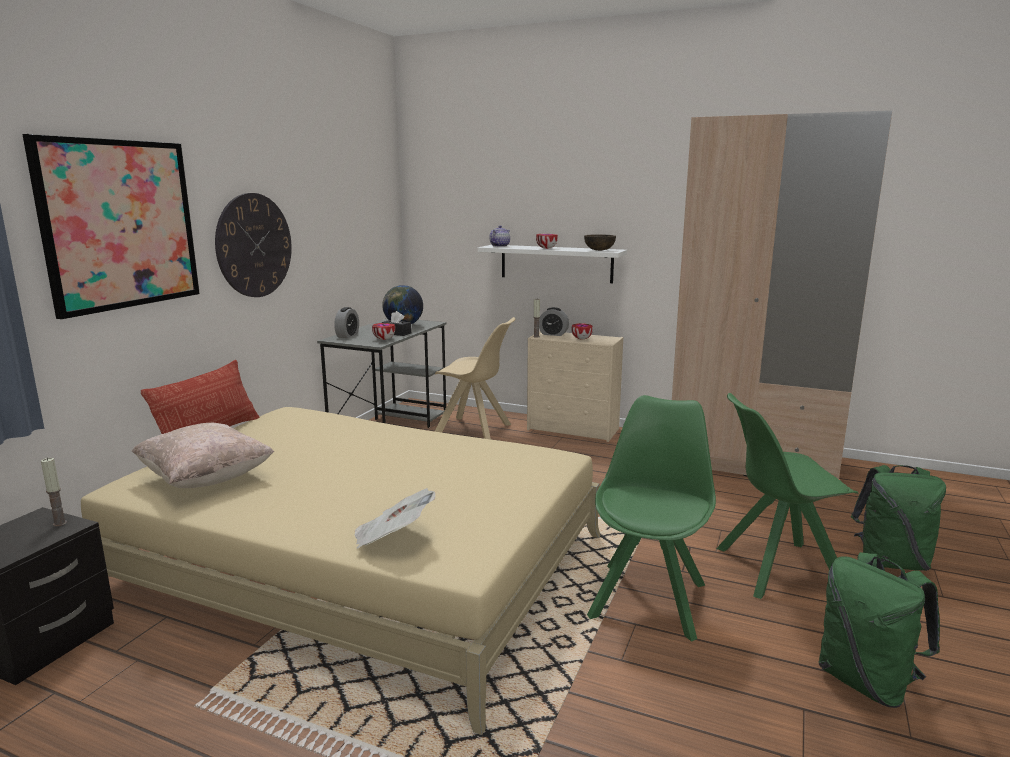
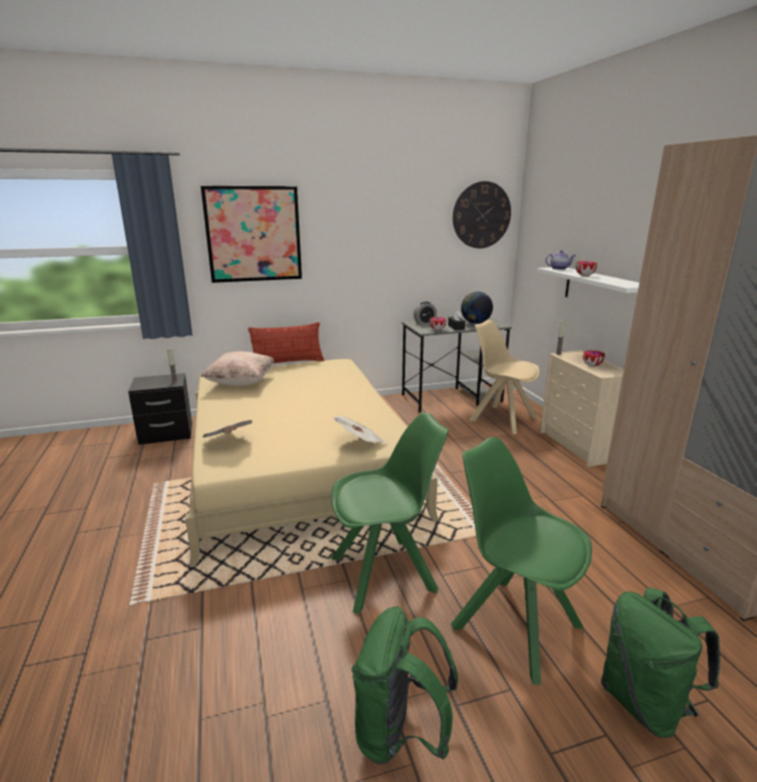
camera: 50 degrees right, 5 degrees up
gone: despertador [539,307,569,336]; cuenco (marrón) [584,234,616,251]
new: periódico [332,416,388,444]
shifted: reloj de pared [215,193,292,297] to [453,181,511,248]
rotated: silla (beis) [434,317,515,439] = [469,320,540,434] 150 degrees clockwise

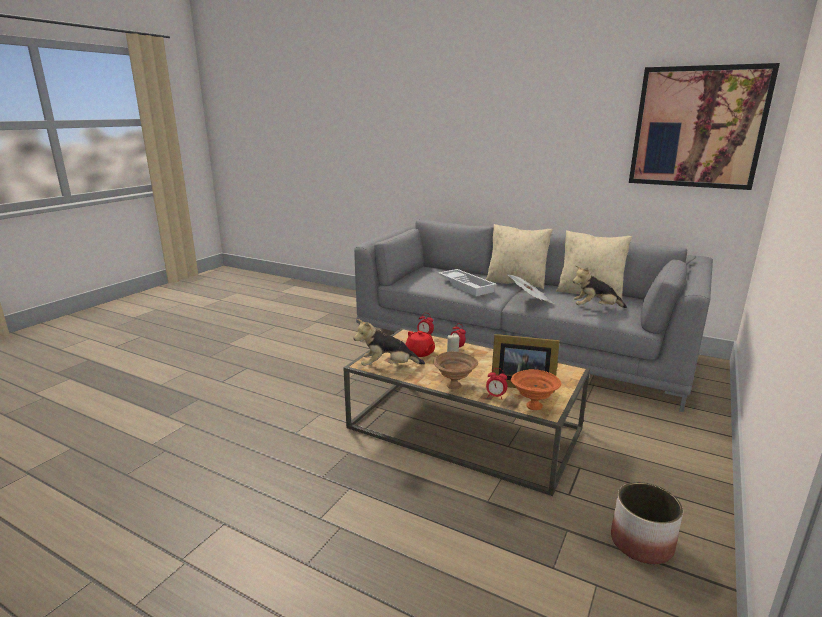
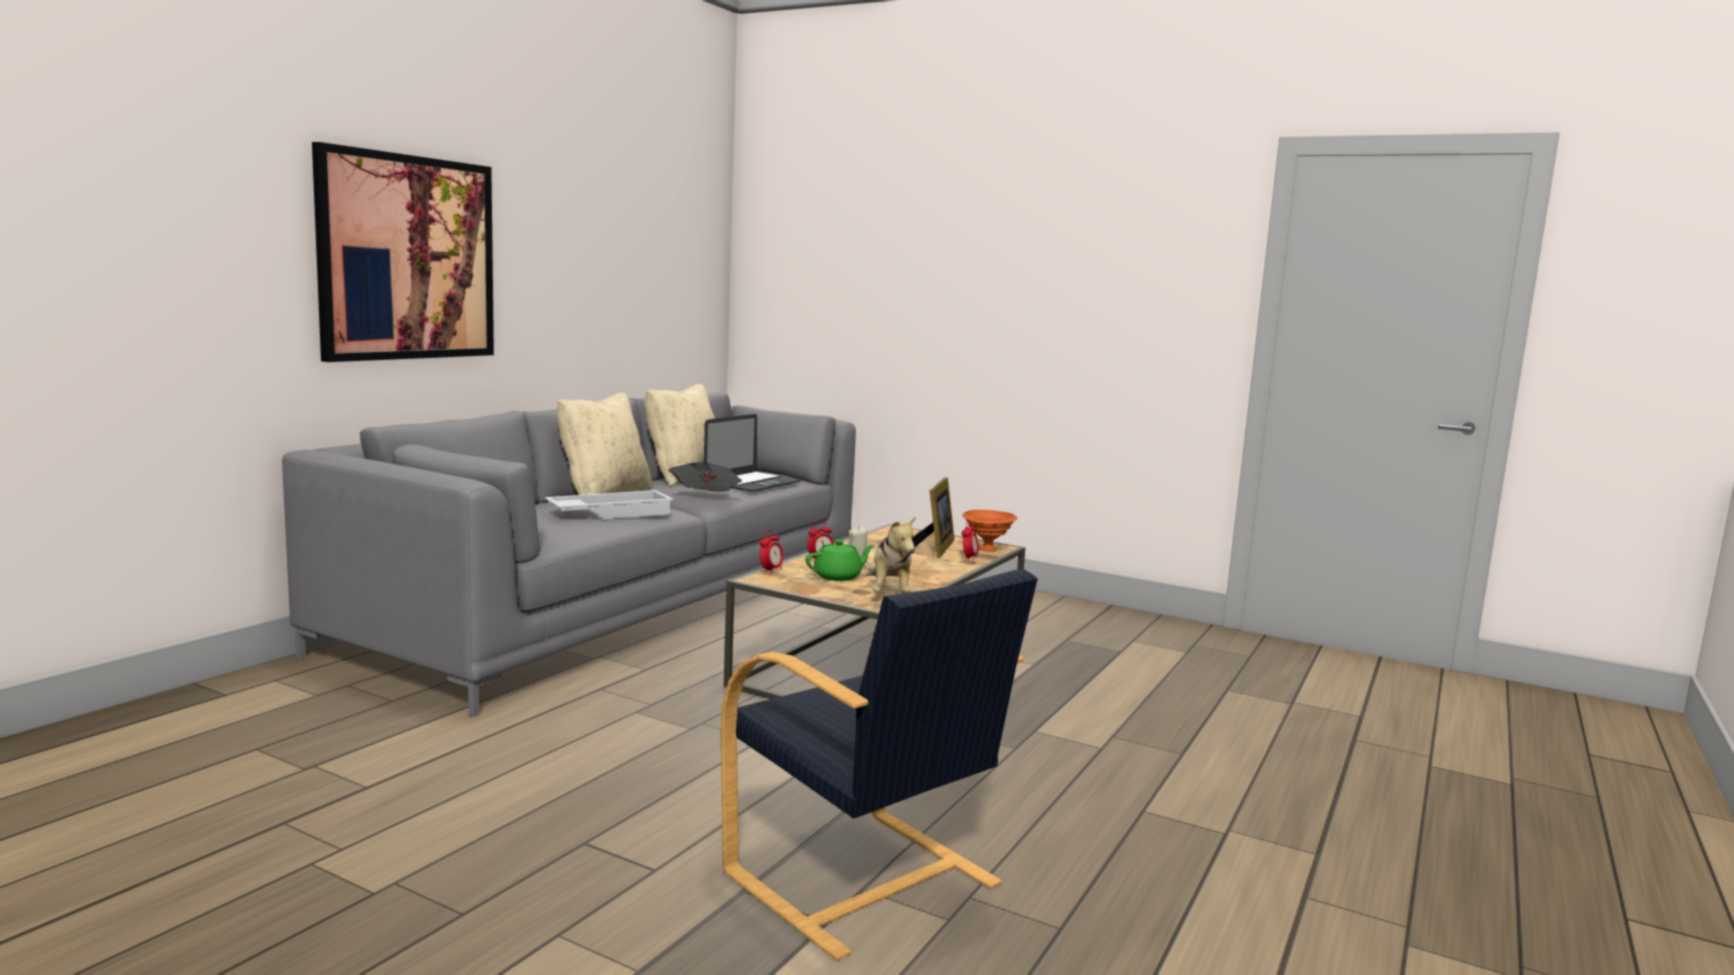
camera: 90 degrees left, 10 degrees down
gone: cuenco (marrón) [433,352,478,389]; maceta [611,482,683,564]
new: sillón (negro) [721,569,1038,961]
shifted: cuadro [629,63,780,190] to [312,142,494,362]
swapped: peluche [573,266,627,308] to portátil [704,414,801,492]
repainted: tetera (rojo) [405,331,435,357] to tetera (verde) [805,540,875,581]

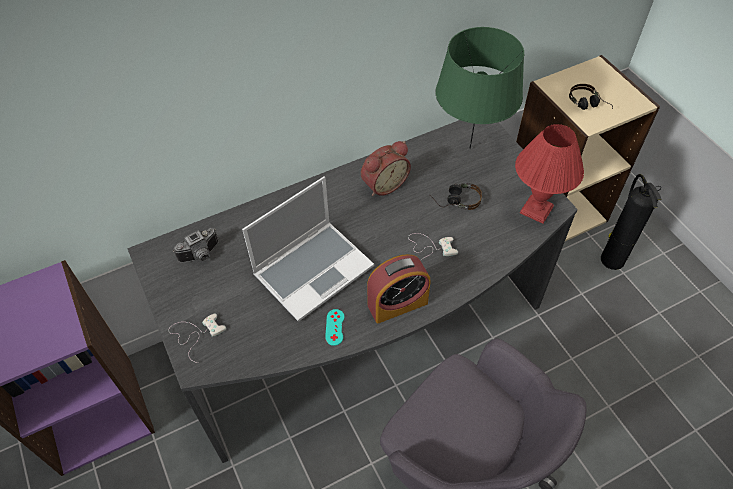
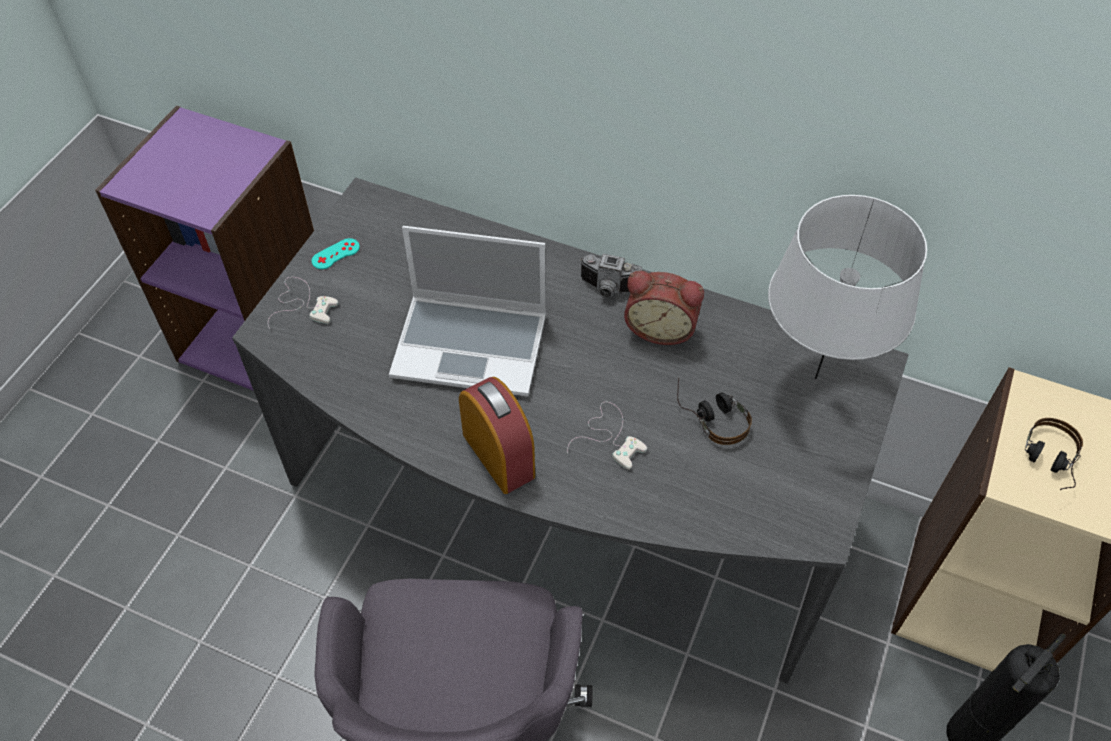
camera: 50 degrees right, 0 degrees up
gone: lámpara de mesa (rojo) [515,124,584,224]
shifted: cámara [173,228,218,263] to [581,254,644,297]; mando de consola (turquesa) [325,309,344,346] to [312,238,360,269]
repainted: lámpara de mesa (verde) [435,27,524,149] to lámpara de mesa (gris) [768,195,927,379]
rotated: despertador [367,254,431,323] = [459,377,535,494] 150 degrees counterclockwise

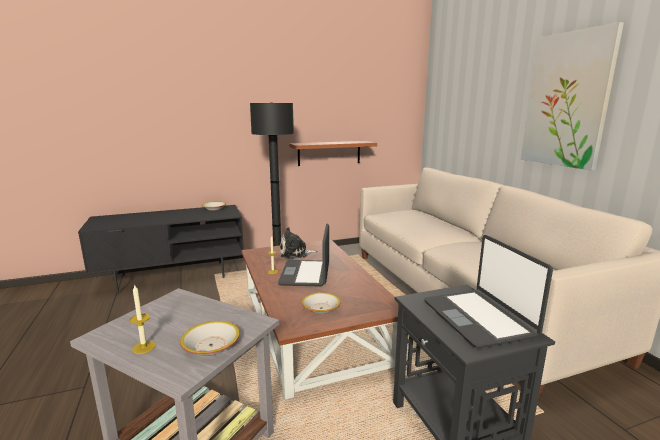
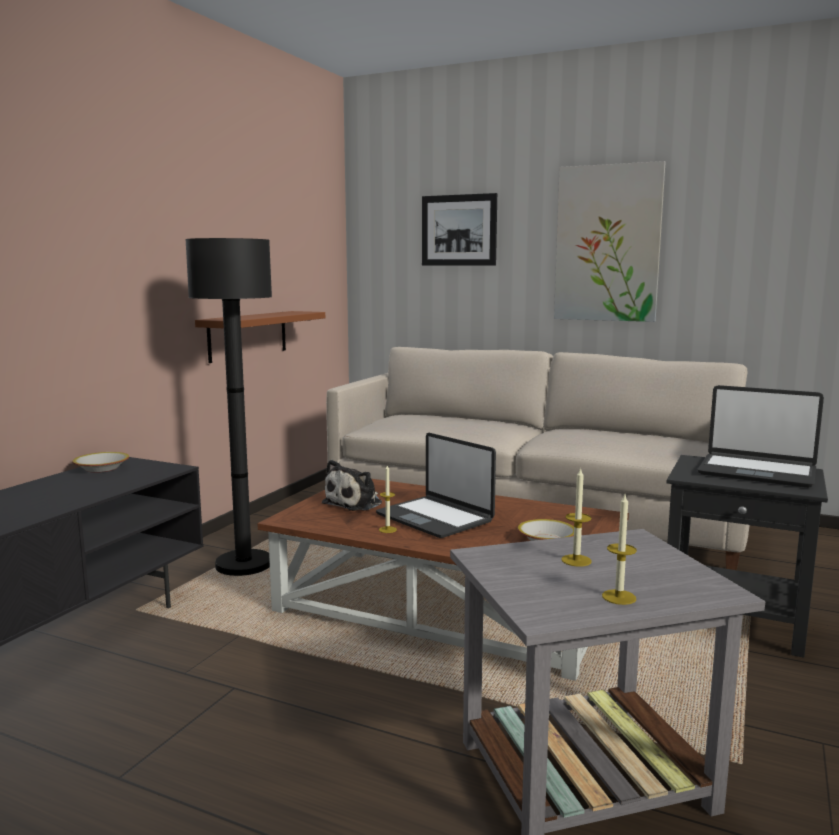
camera: 45 degrees left, 5 degrees down
gone: cuenco [180,321,240,356]
new: cuadro [422,193,497,266]; vela [561,467,592,567]

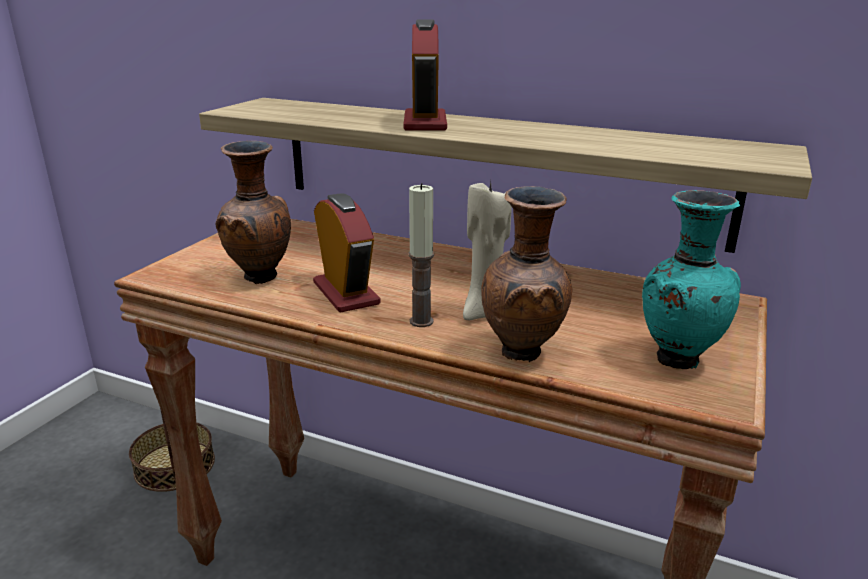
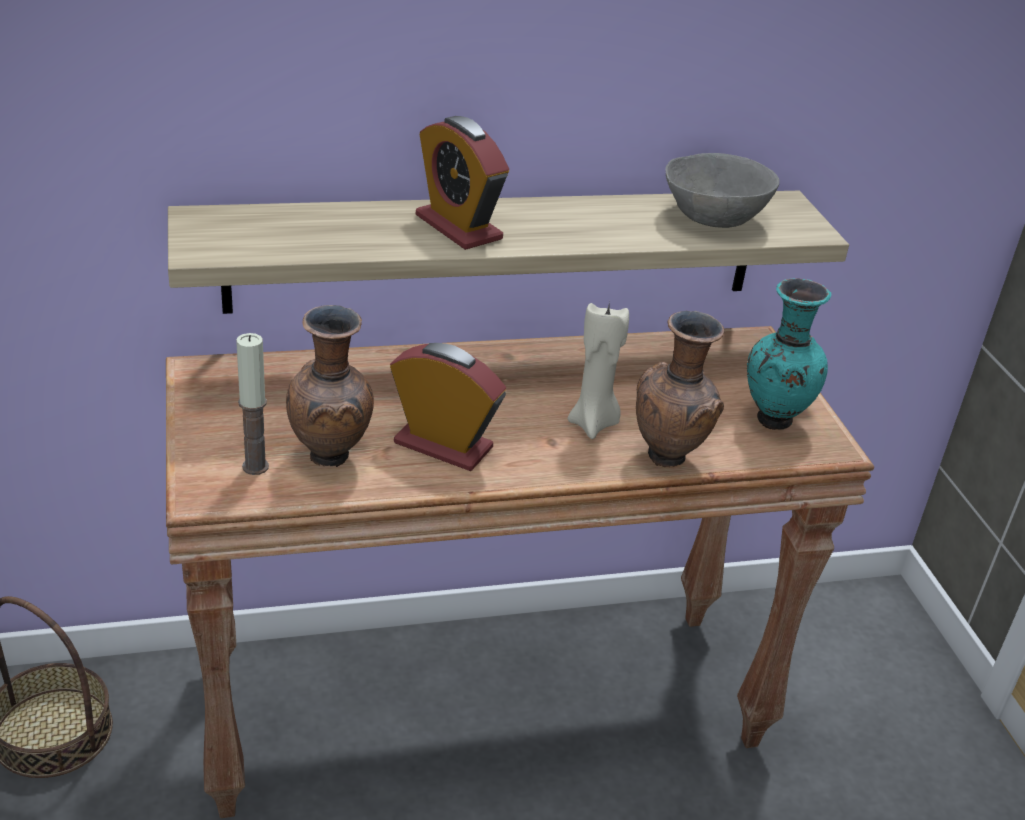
camera: 40 degrees left, 10 degrees up
new: cuenco (gris) [665,153,779,228]
shifted: vela [408,183,434,327] to [236,333,269,475]

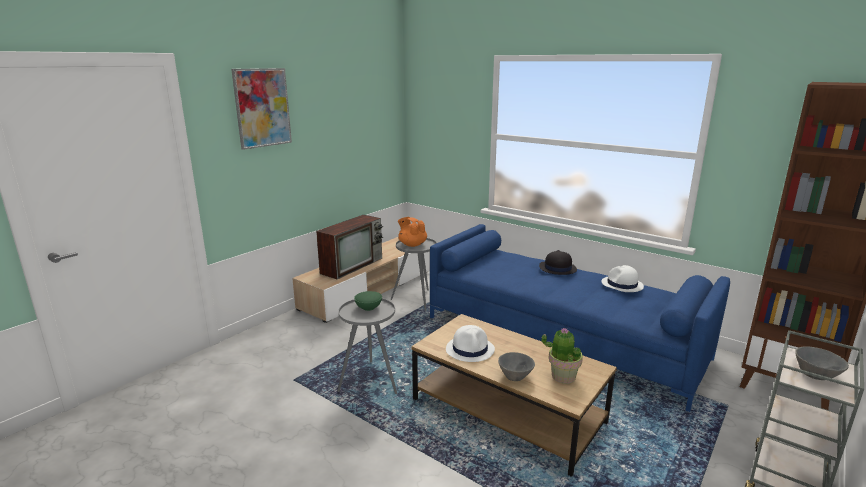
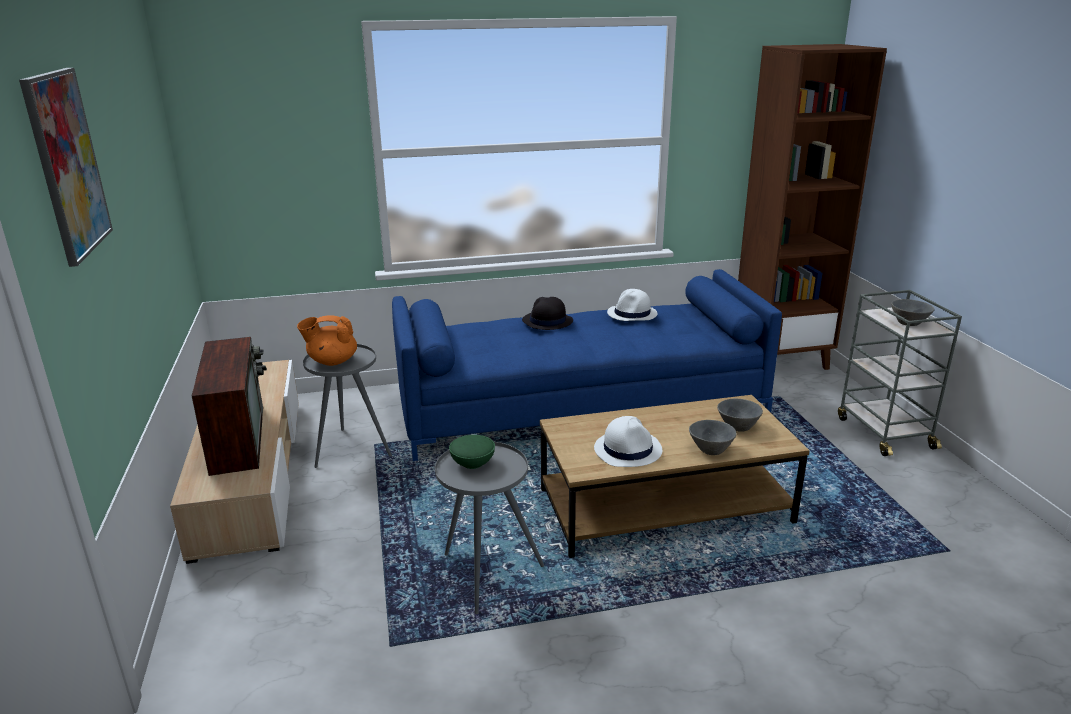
camera: 50 degrees left, 5 degrees up
swapped: planta en maceta [541,327,583,384] to cuenco (gris) [717,399,763,432]

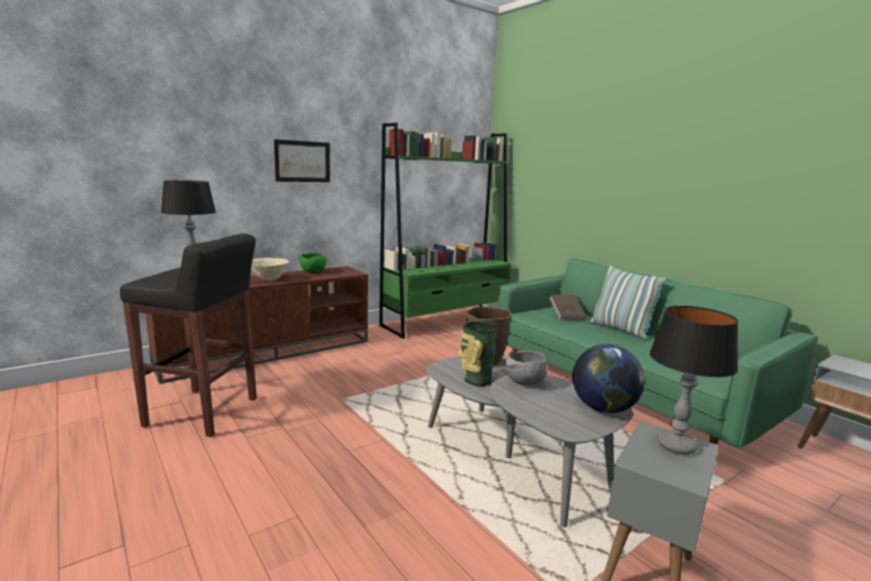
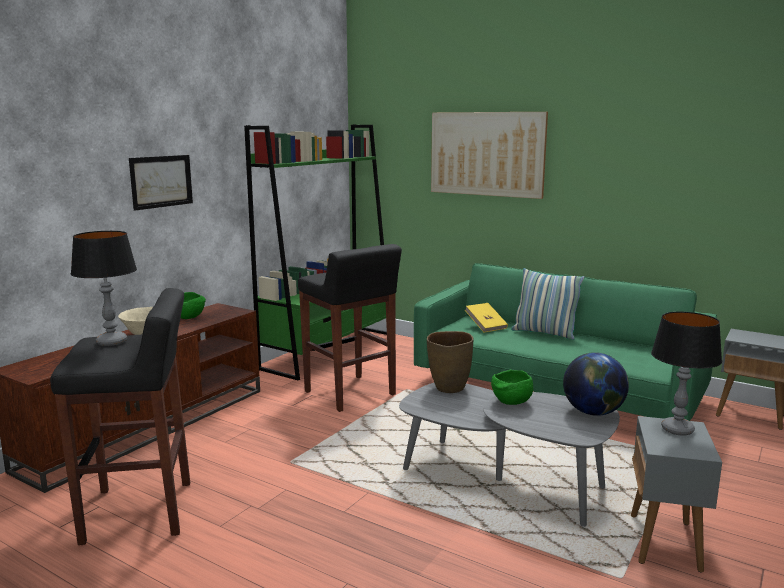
camera: 20 degrees left, 0 degrees up
gone: florero [458,321,497,387]
new: taburete (negro) [298,244,402,412]; cuadro [431,112,548,199]
repainted: cuenco (gris) [505,350,547,385] to cuenco (verde) [491,370,533,405]; libro (marrón) [549,294,587,320] to libro (amarillo) [465,303,508,333]

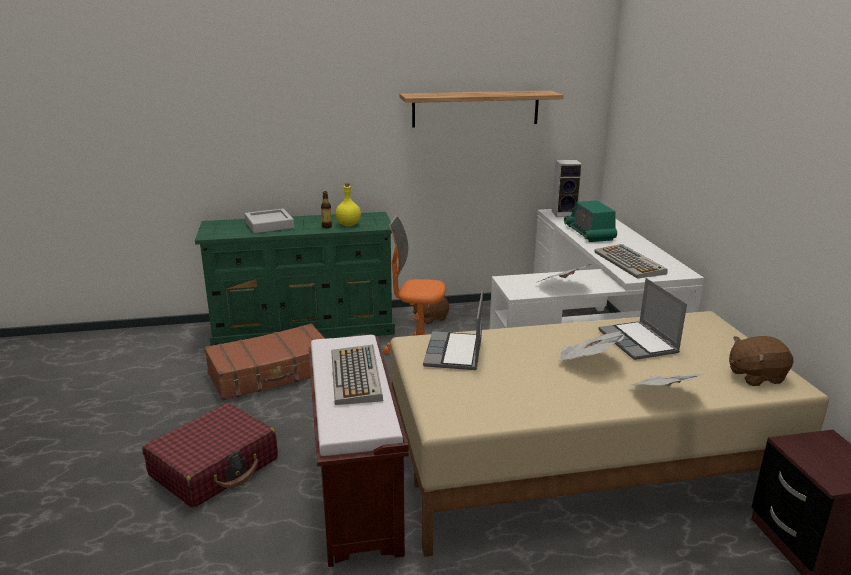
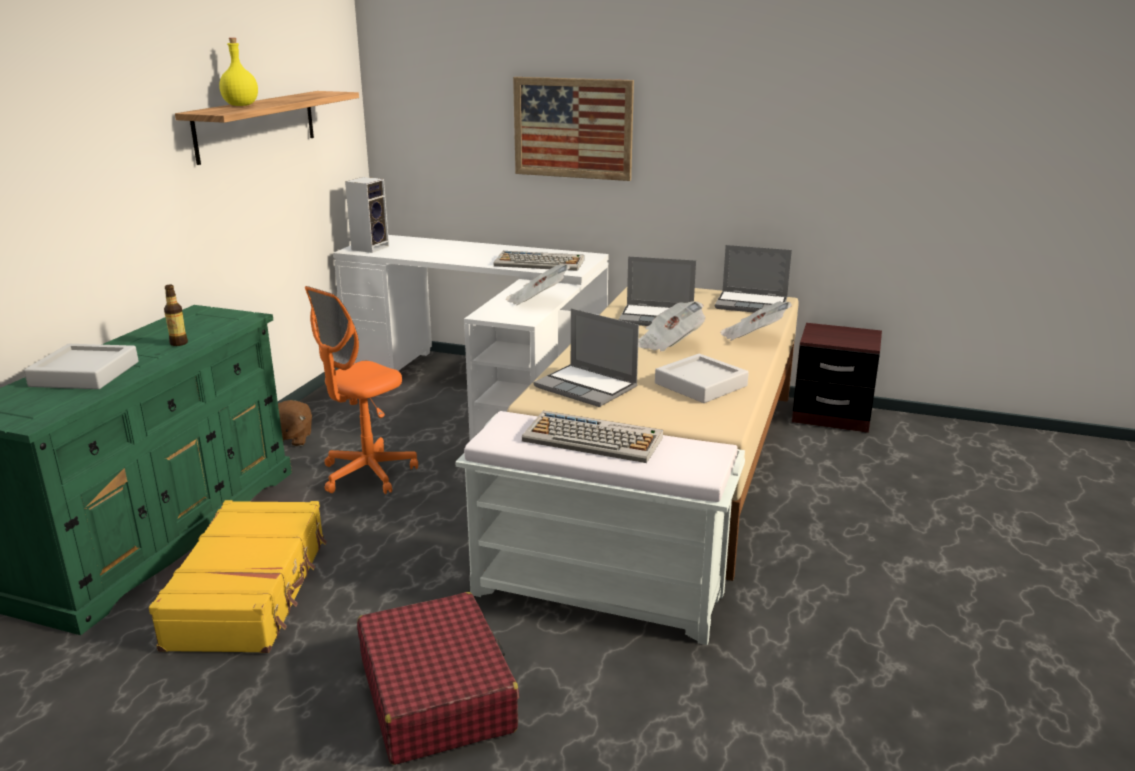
camera: 60 degrees left, 0 degrees up
gone: radio [564,200,617,242]
new: cuadro [513,77,634,181]; bandeja (gris) [655,354,749,403]
shifted: botella (amarillo) [336,183,361,226] to [219,38,258,106]
swapped: peluche (marrón) [729,336,793,386] to portátil [715,245,792,312]
repainted: maleta (marrón) [204,323,325,401] to maleta (amarillo) [149,500,327,653]; banco (marrón) [309,335,409,567] to banco (blanco) [455,411,745,645]

